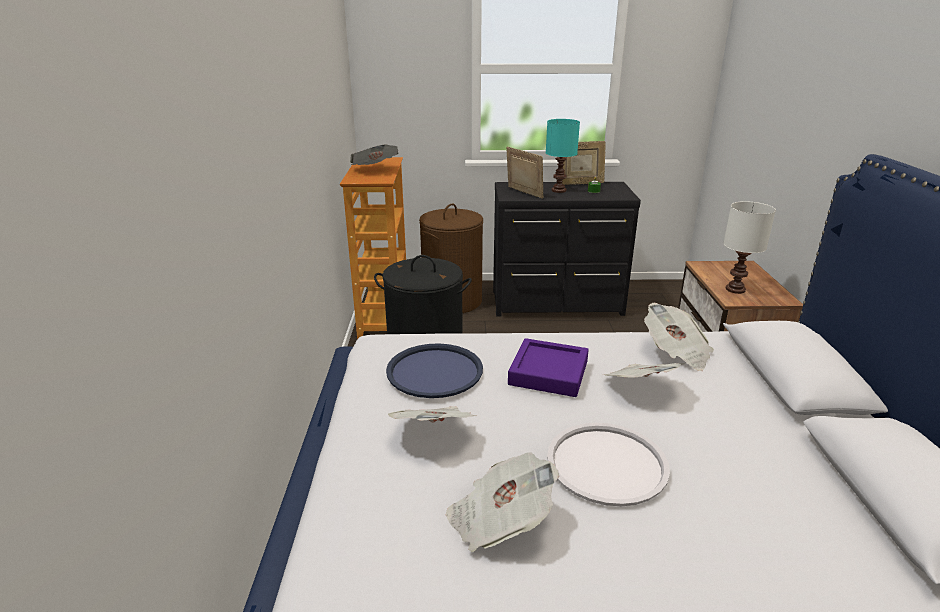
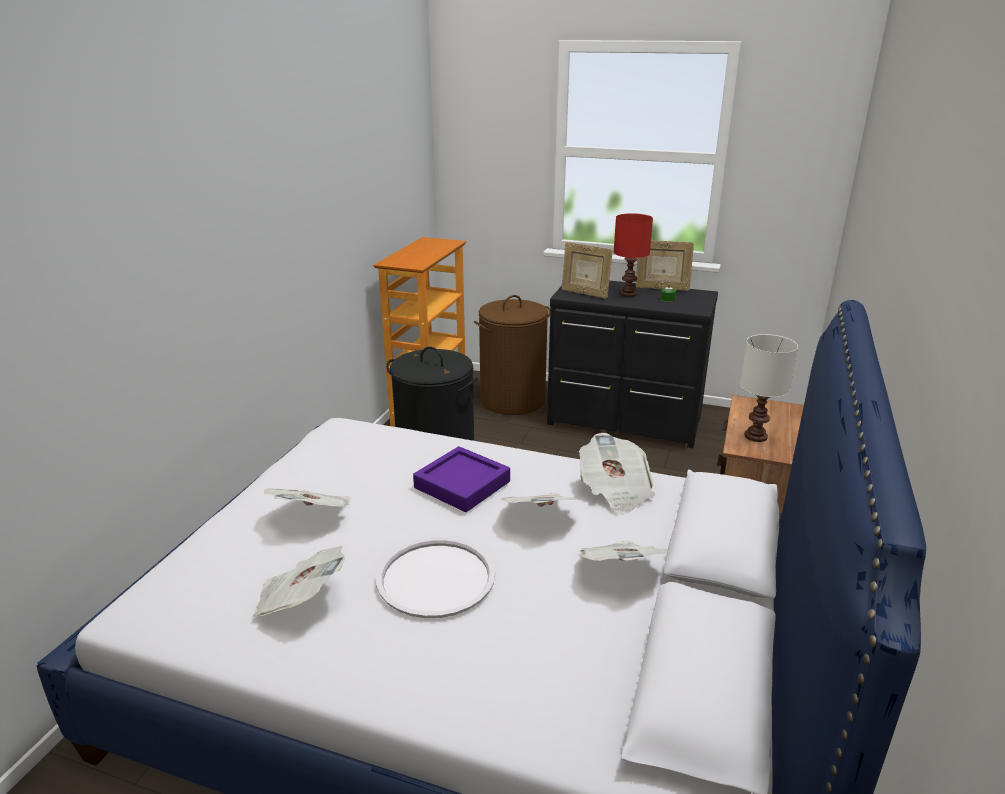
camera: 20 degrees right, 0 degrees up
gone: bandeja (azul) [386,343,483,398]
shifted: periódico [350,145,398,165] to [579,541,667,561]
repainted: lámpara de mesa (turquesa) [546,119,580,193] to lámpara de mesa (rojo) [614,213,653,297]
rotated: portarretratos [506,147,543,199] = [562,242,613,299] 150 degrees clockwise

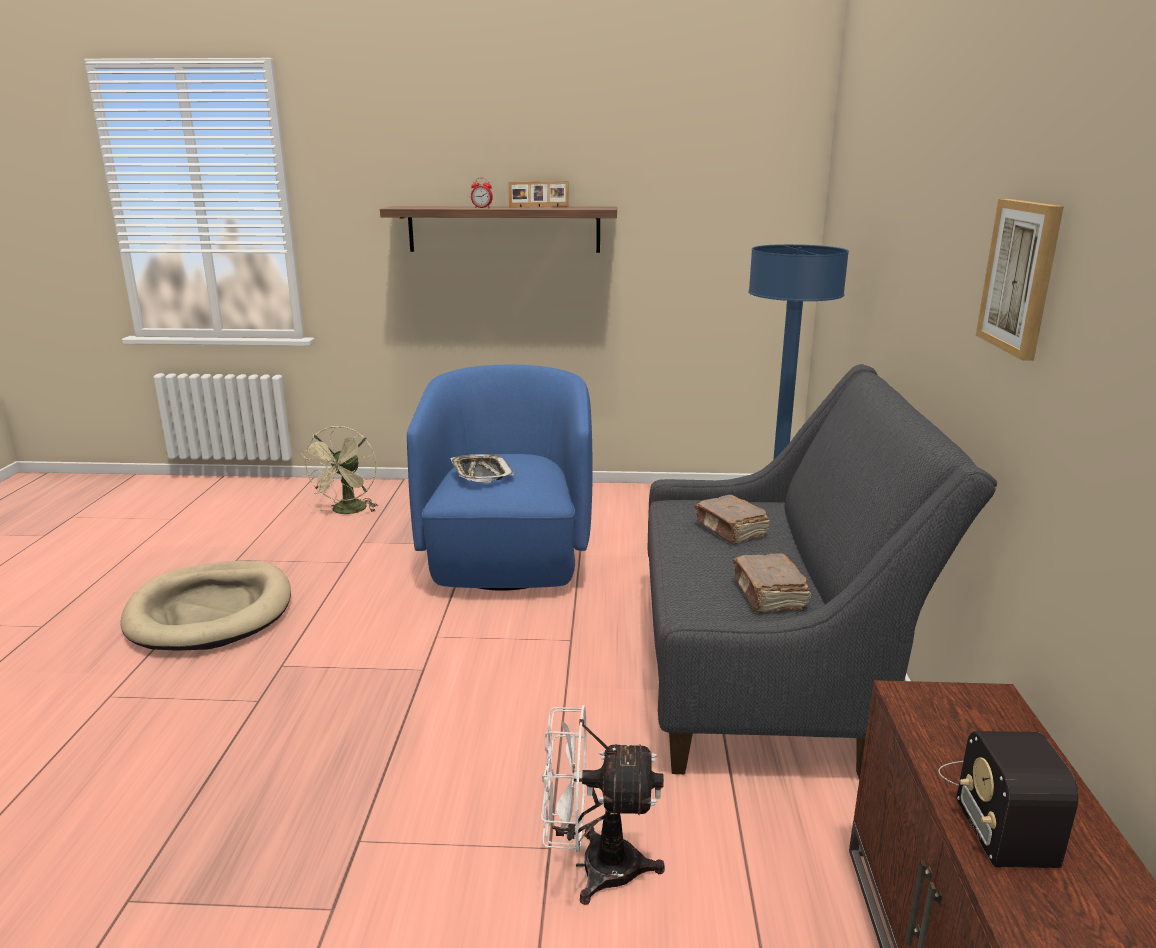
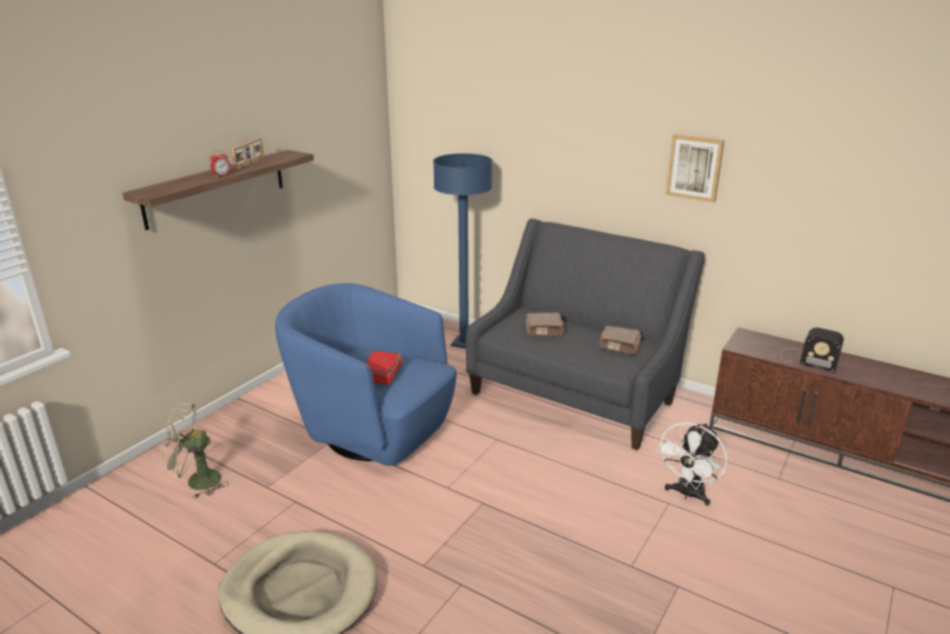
camera: 60 degrees left, 5 degrees up
swapped: bandeja [450,454,514,483] to libro (rojo) [366,351,402,386]
rotated: ventilador (beis) [301,426,378,514] = [161,403,229,499] 135 degrees clockwise

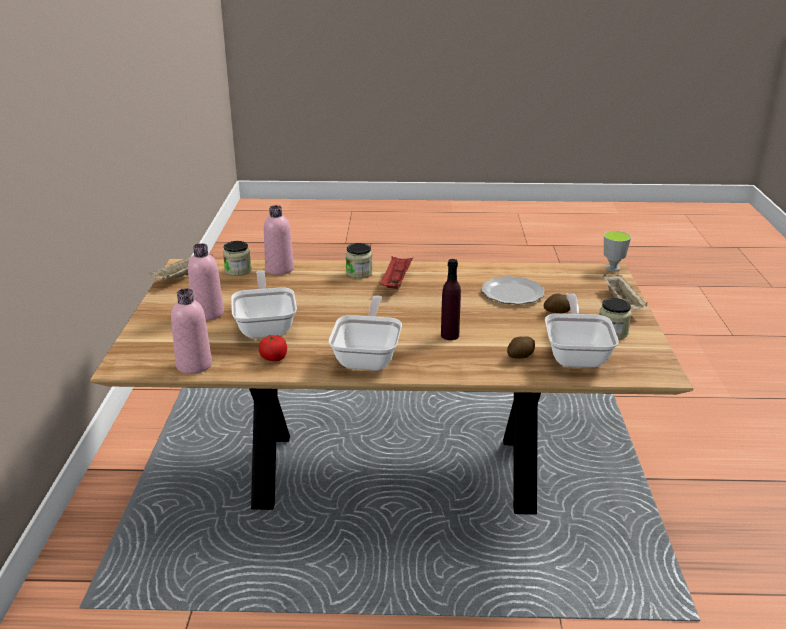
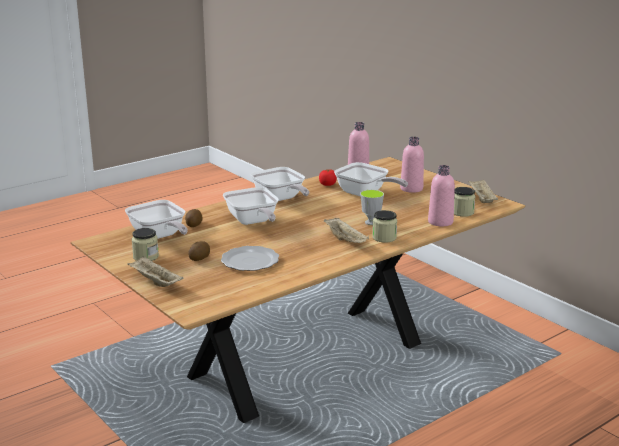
camera: 140 degrees right, 5 degrees down
shifted: taza [604,231,631,271] to [360,190,384,225]
swapped: botella (morado) [441,259,461,340] to sartén [223,187,279,225]
repainted: bandeja (rojo) [380,256,413,289] to bandeja (beis) [324,217,369,243]

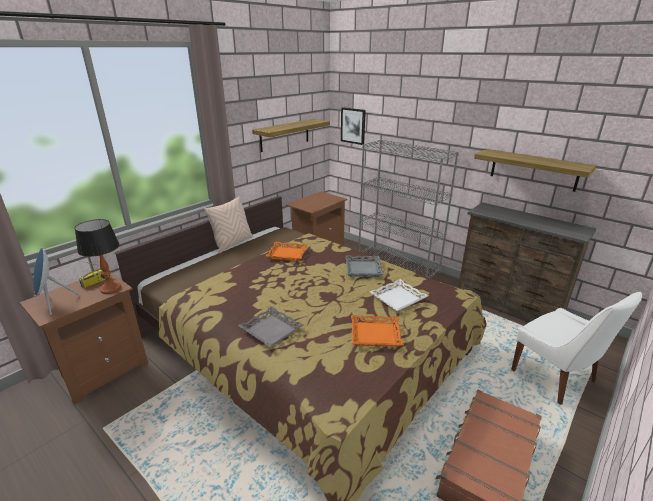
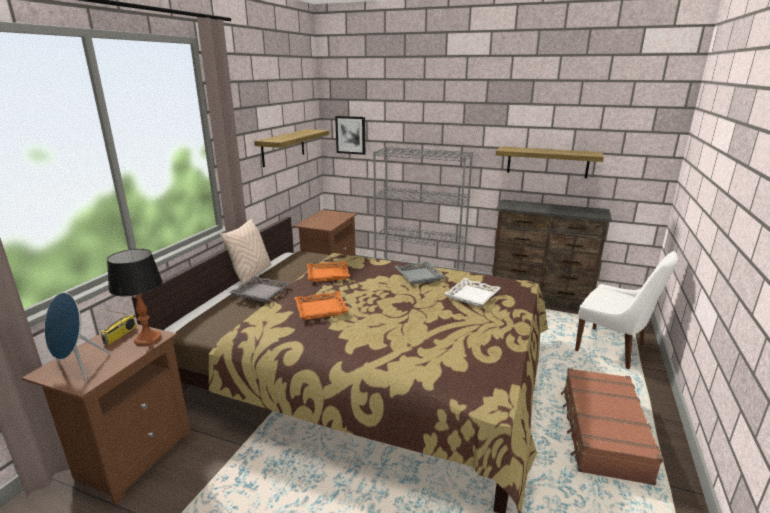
camera: 20 degrees left, 5 degrees down
shifted: bandeja (gris) [238,307,304,347] to [230,276,290,302]; bandeja (naranja) [351,315,404,347] to [294,291,349,320]

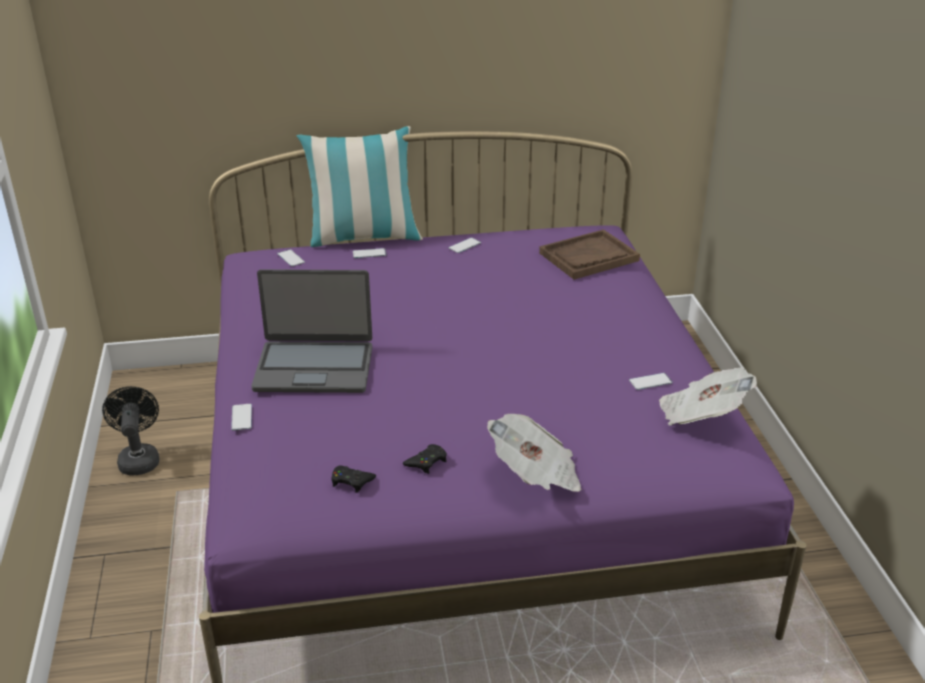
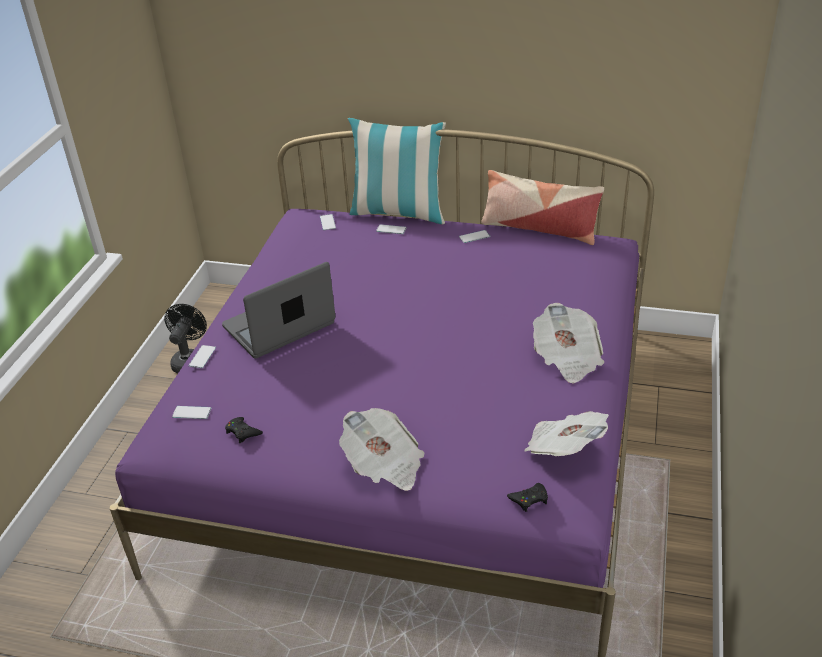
camera: 25 degrees right, 5 degrees up
gone: bandeja (marrón) [539,229,640,280]
new: cojín [481,170,604,245]; periódico [533,303,604,384]
shifted: mando de consola (negro) [403,444,447,474] to [507,483,548,512]; móvil [629,373,673,390] to [172,406,212,419]
rotated: portátil [251,269,372,393] = [222,262,336,359] 120 degrees clockwise

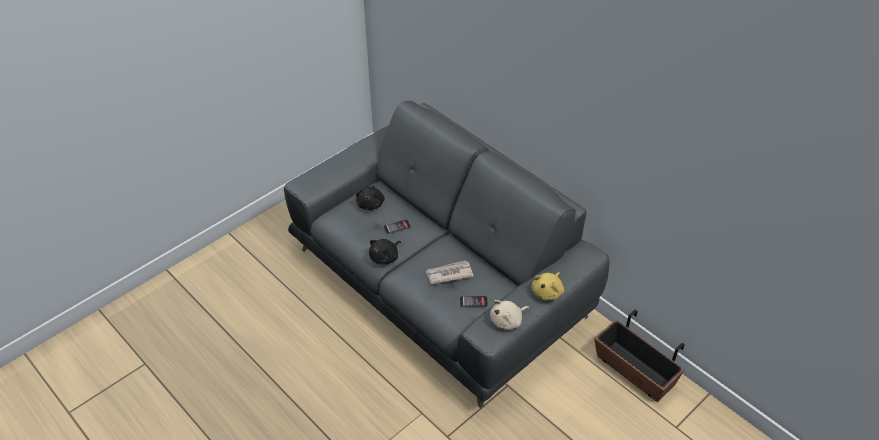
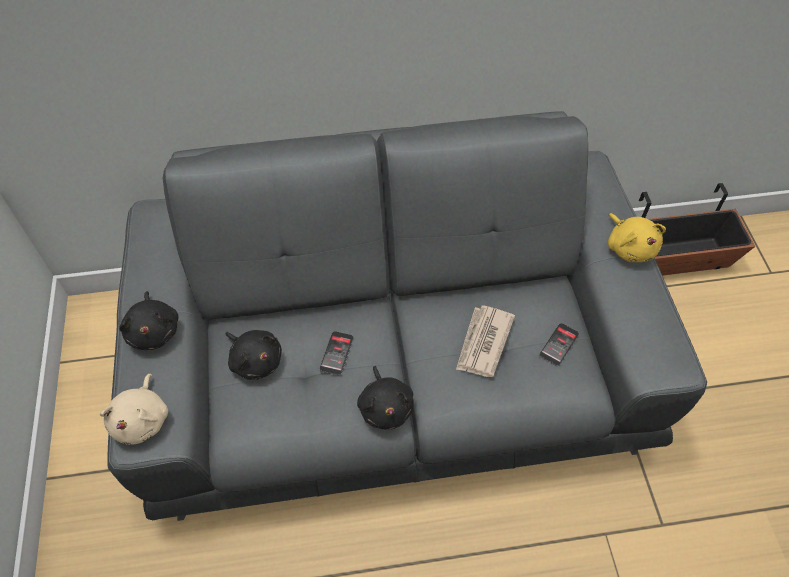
camera: 55 degrees left, 10 degrees up
new: peluche (negro) [119,291,179,350]
shifted: peluche (beis) [490,300,529,330] to [100,374,168,445]

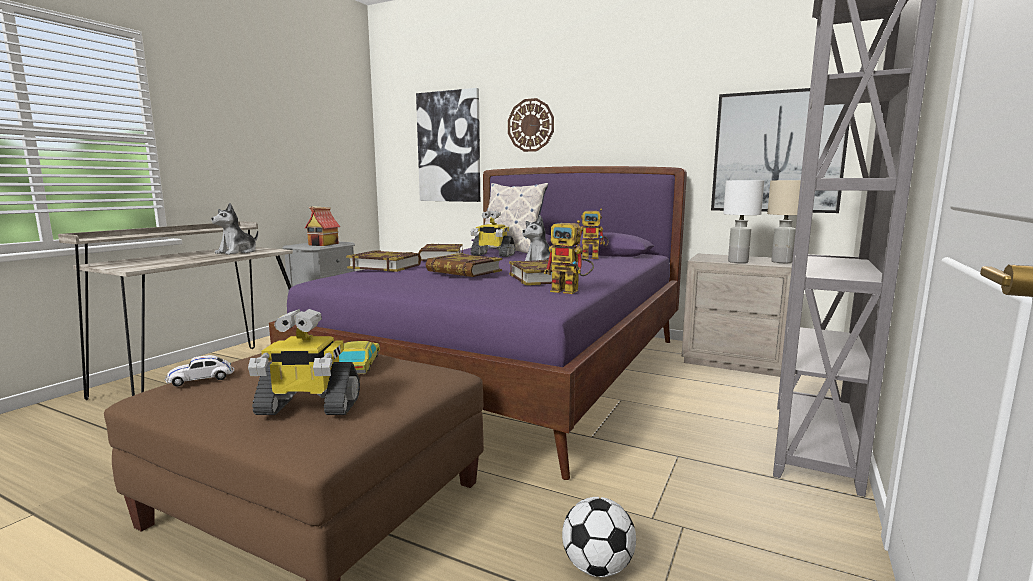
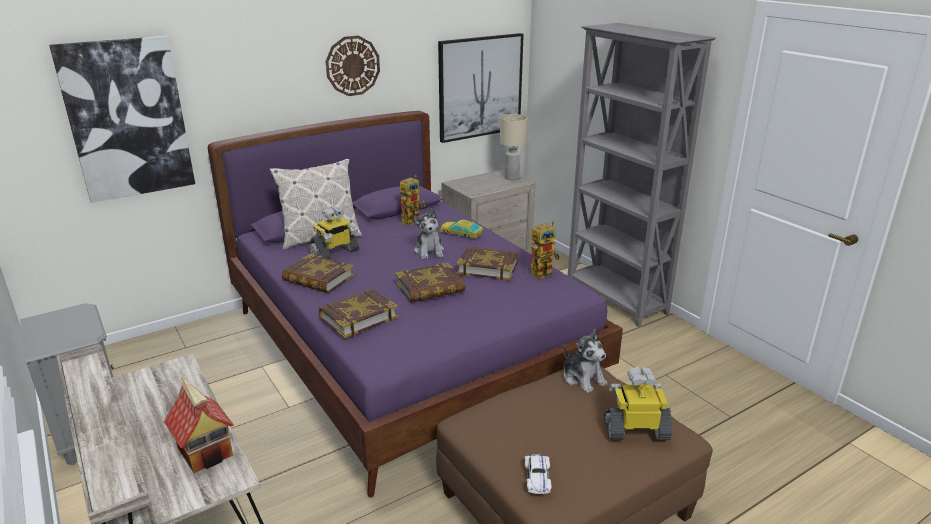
camera: 60 degrees left, 15 degrees up
gone: balón de fútbol [562,497,636,577]; lámpara de mesa (blanco) [723,180,764,263]
shifted: peluche [211,203,258,255] to [563,329,607,393]; casita [305,206,340,246] to [164,377,234,473]; coche de juguete [339,341,380,374] to [440,220,484,239]; reloj de pared [508,98,554,152] to [326,36,380,96]
rotated: robot de juguete [248,309,360,415] = [604,367,672,440] 120 degrees counterclockwise

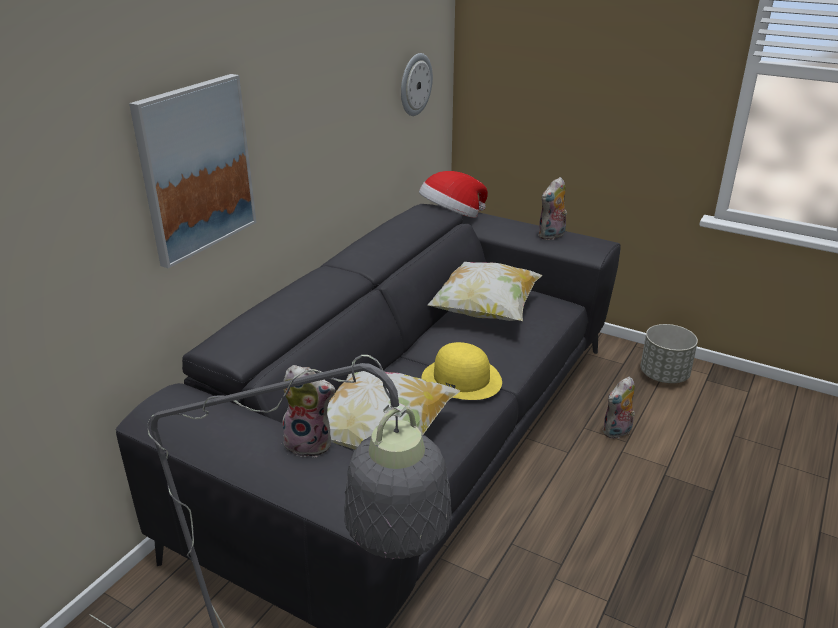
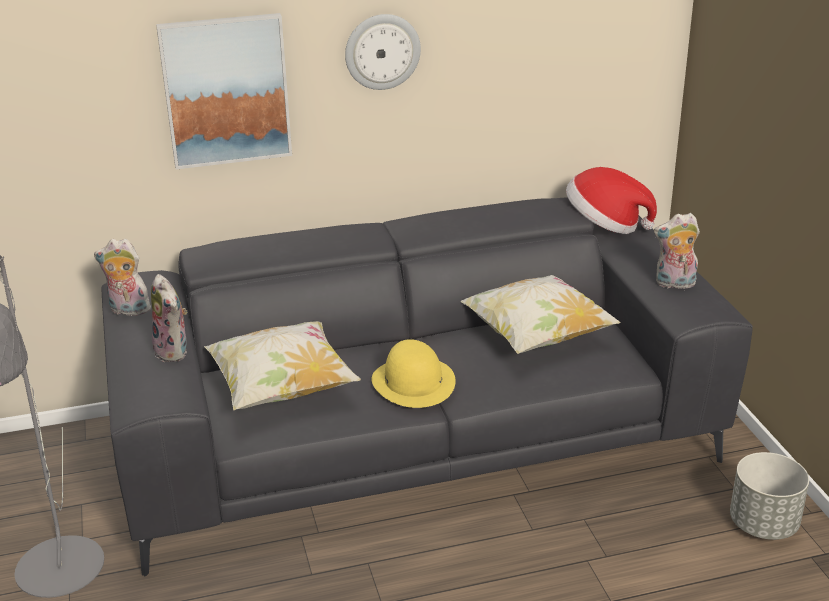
camera: 45 degrees right, 0 degrees up
shifted: reloj de pared [401,53,433,116] to [345,14,421,90]; peluche [602,377,635,439] to [94,239,151,316]

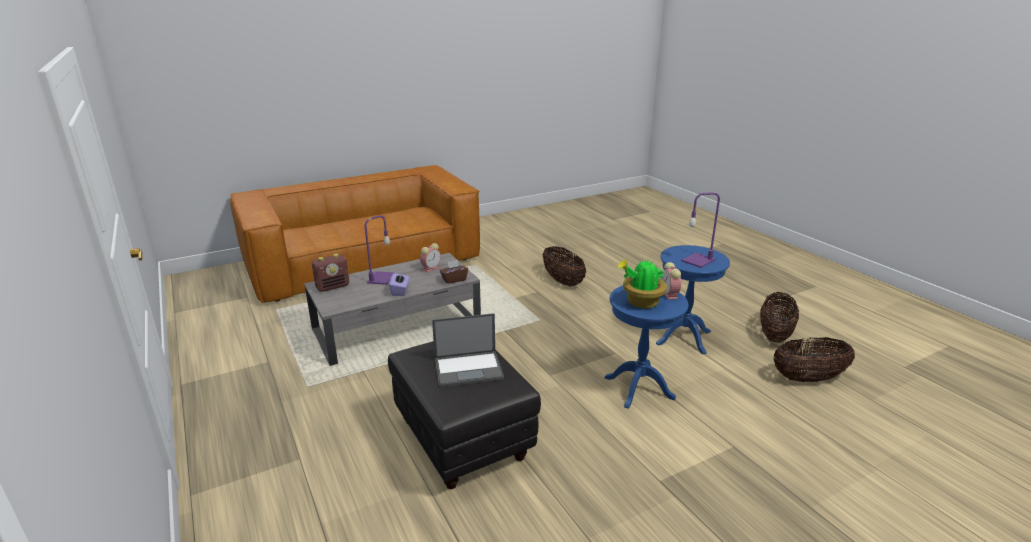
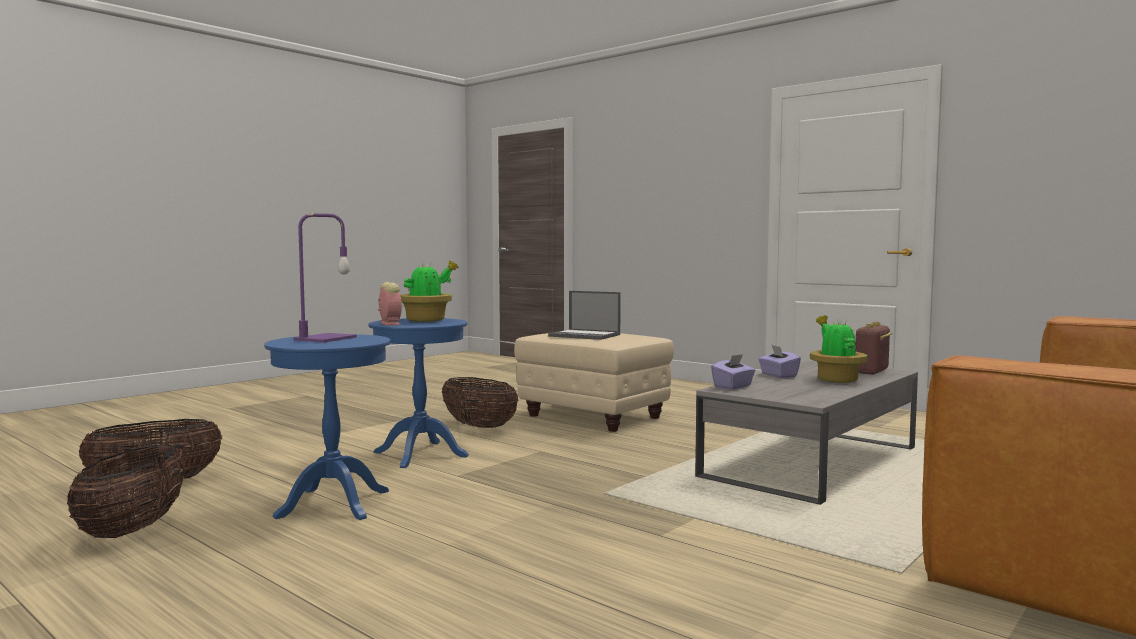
camera: 160 degrees right, 20 degrees down
gone: despertador [420,243,441,272]
shifted: cesta [543,246,586,287] to [442,377,518,428]
swapped: lámpara de mesa (morado) [365,215,394,285] to planta en maceta [810,315,868,383]
repainted: puf (negro) [388,341,541,489] to puf (beis) [514,333,674,432]; caja de pañuelos (marrón) [440,260,468,284] to caja de pañuelos (morado) [711,354,756,390]
rotated: portátil [432,313,504,388] = [548,291,621,340] 120 degrees counterclockwise

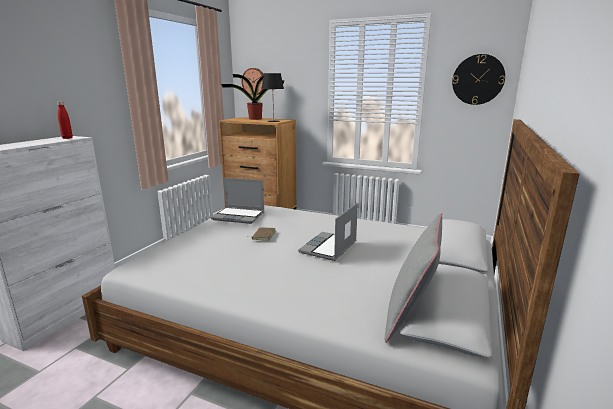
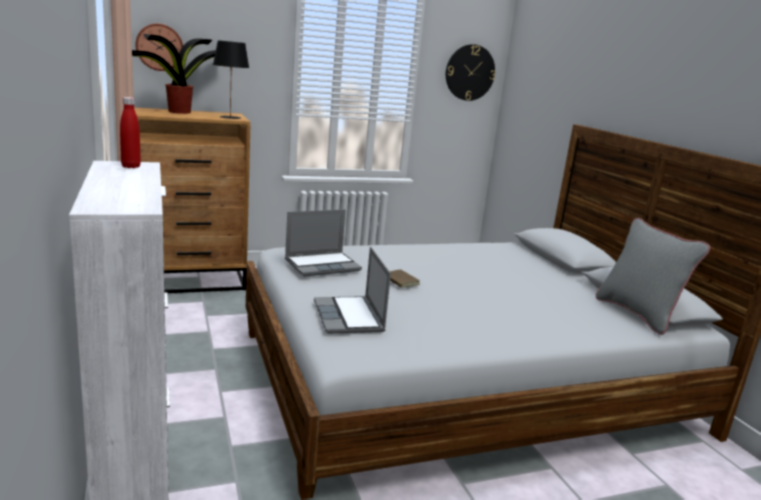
camera: 45 degrees left, 0 degrees up
shifted: portátil [298,203,358,261] to [314,247,391,334]

